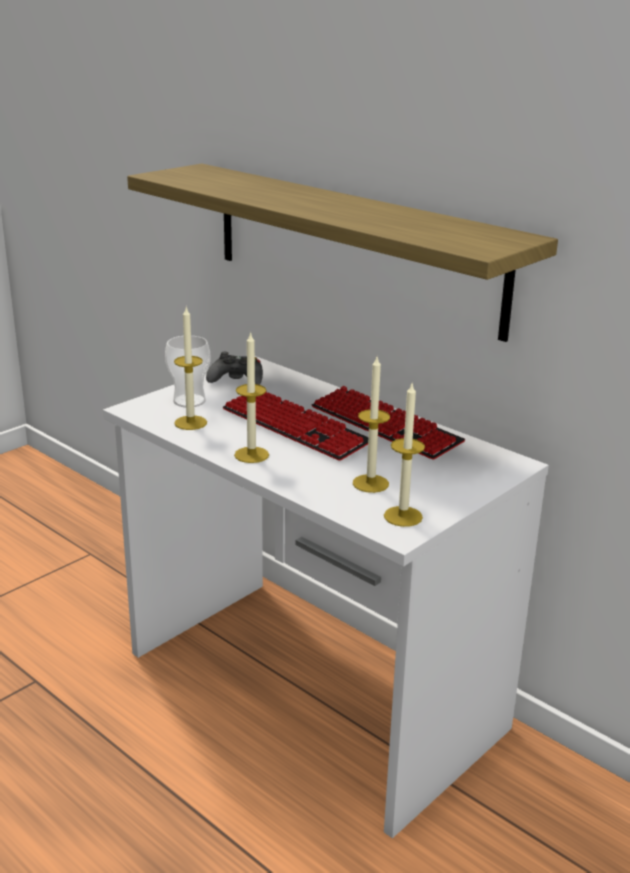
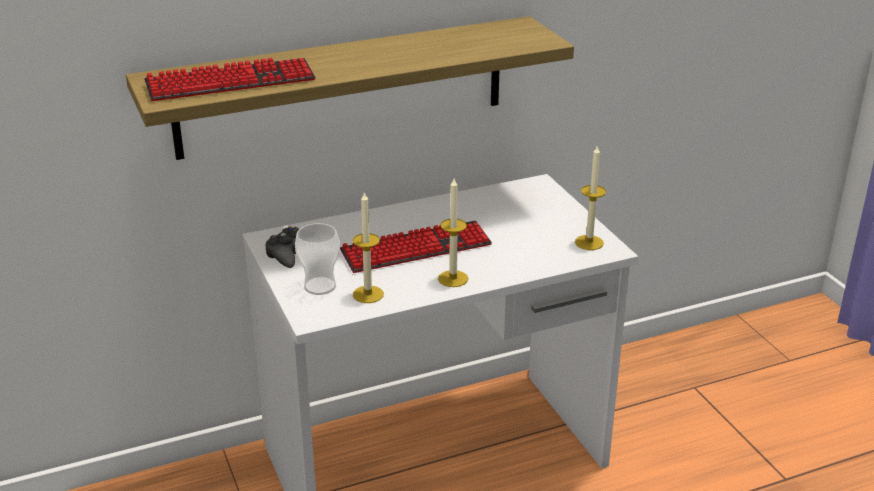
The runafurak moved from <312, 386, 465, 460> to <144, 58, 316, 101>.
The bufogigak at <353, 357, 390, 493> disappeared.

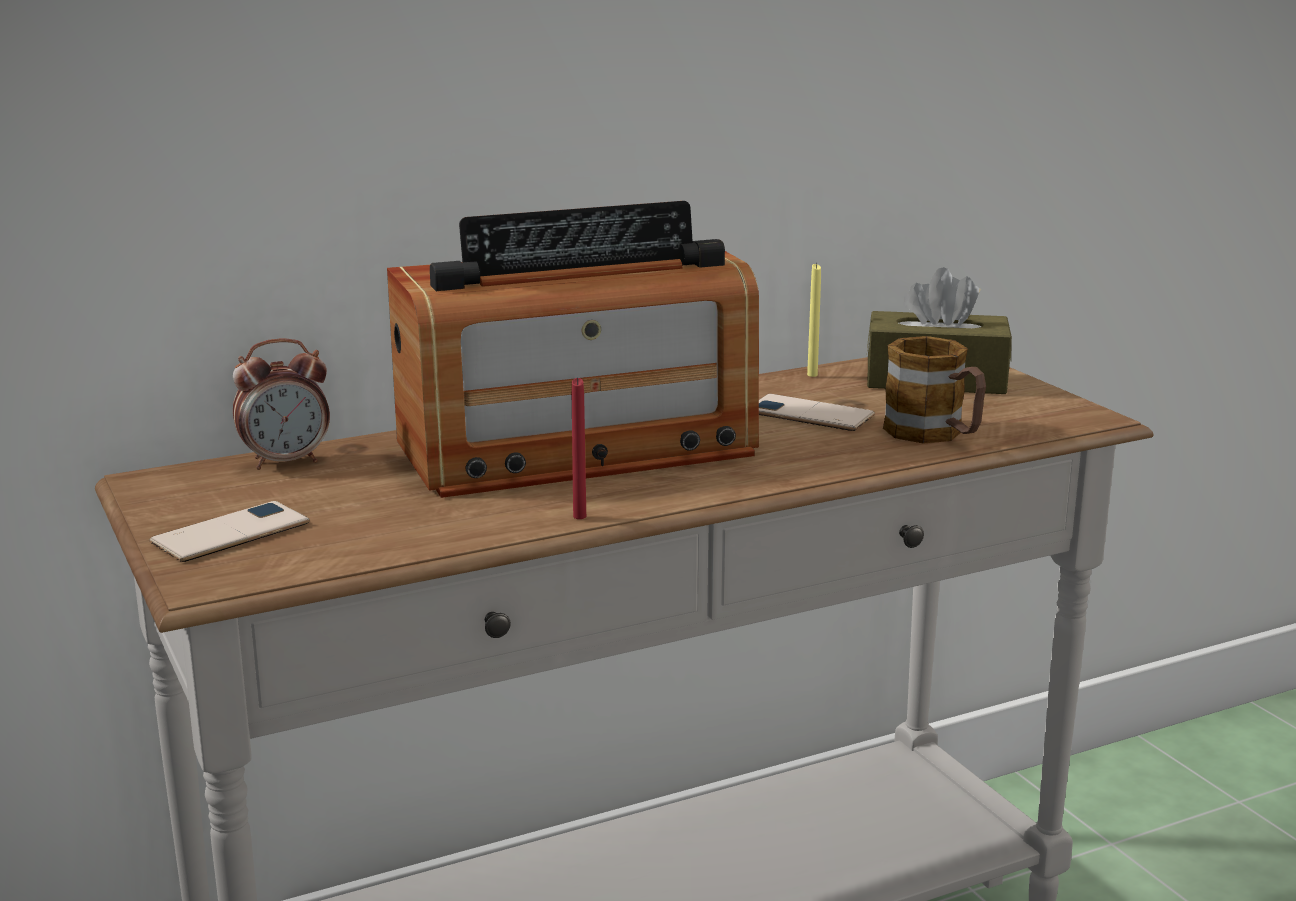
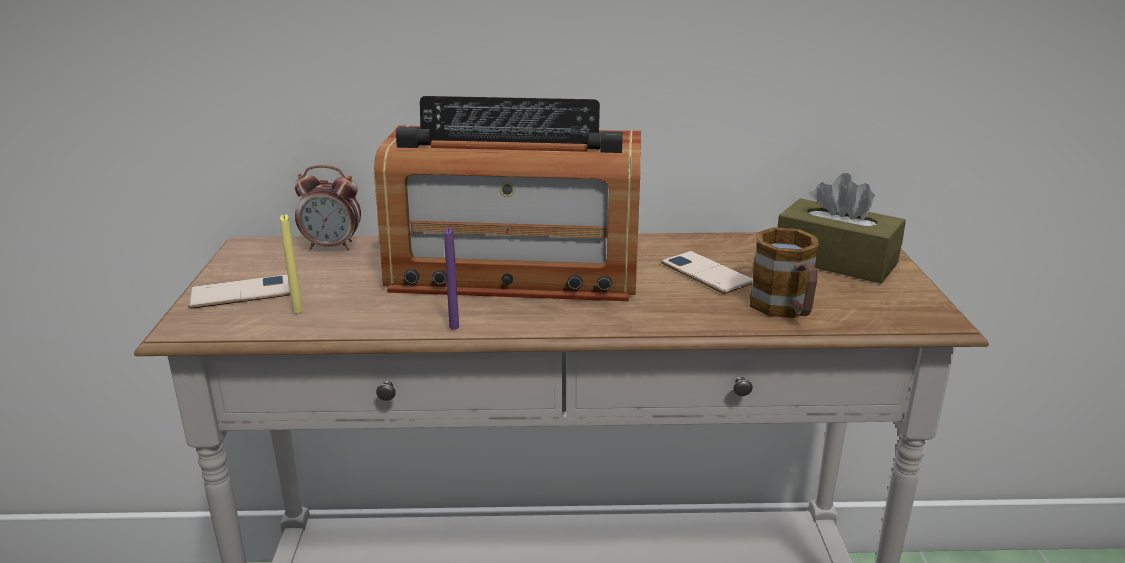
The red_bufogigak at <572, 377, 586, 519> became the purple_bufogigak at <444, 227, 459, 330>.
The yellow_bufogigak moved from <807, 263, 821, 377> to <280, 214, 303, 314>.

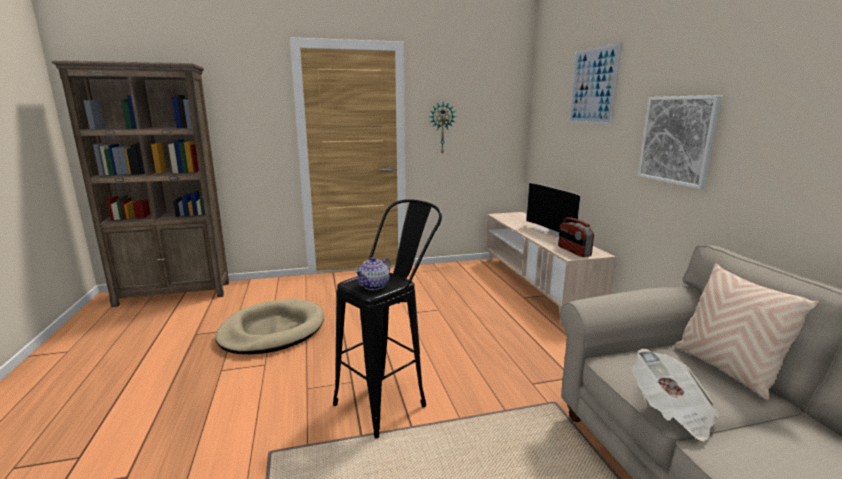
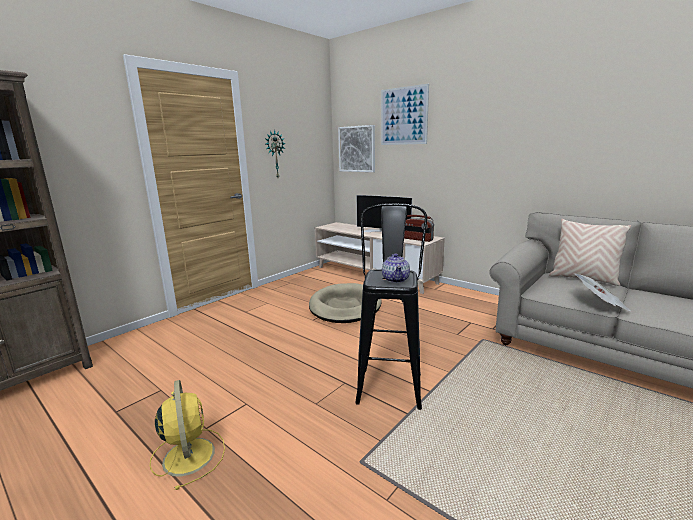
The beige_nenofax moved from <215, 299, 324, 354> to <309, 283, 381, 323>.
The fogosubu moved from <637, 95, 723, 189> to <338, 125, 375, 172>.
The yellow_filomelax at <150, 380, 225, 490> appeared.

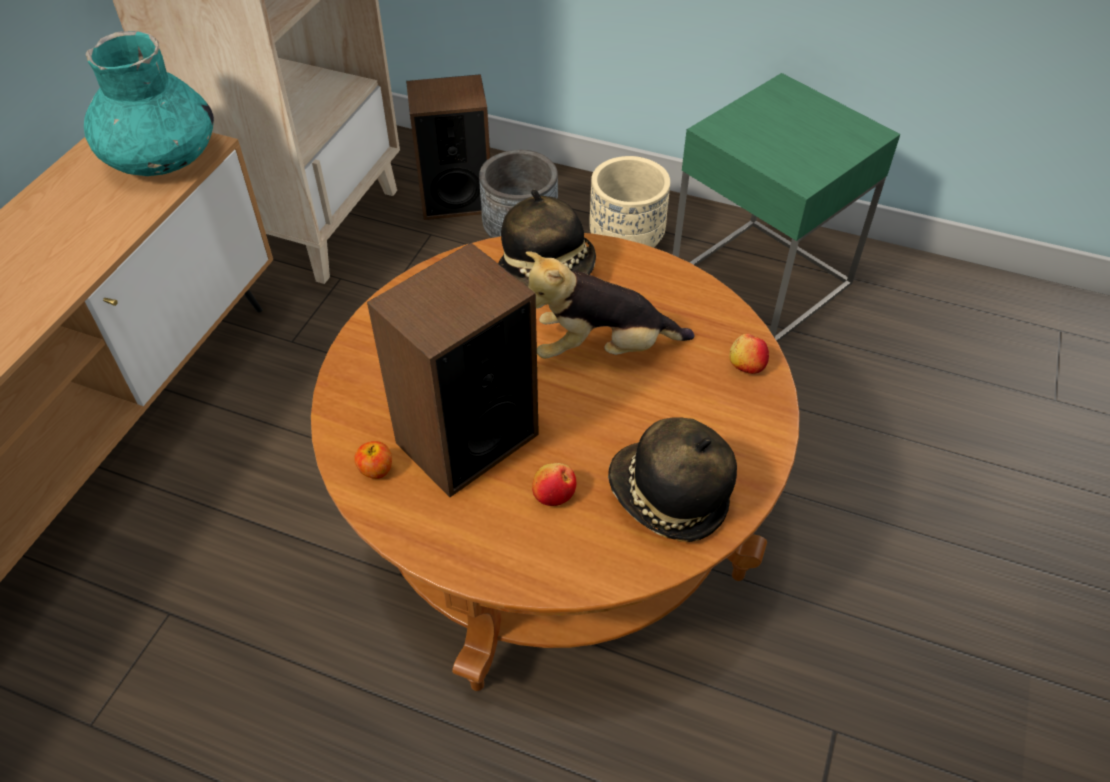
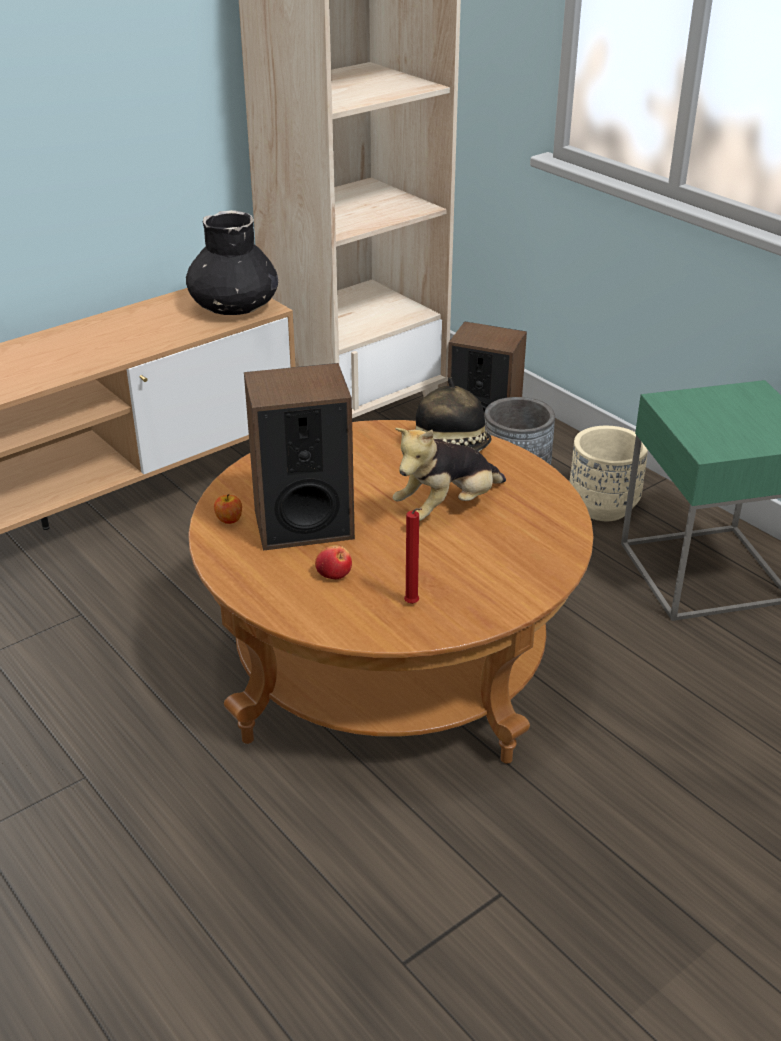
The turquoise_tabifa at <84, 31, 214, 176> became the black_tabifa at <186, 210, 278, 315>.
The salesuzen at <526, 251, 694, 359> turned 60 degrees counterclockwise.
The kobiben at <608, 417, 737, 542> was replaced by the red_bufogigak at <404, 508, 422, 604>.
The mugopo at <729, 334, 769, 374> disappeared.

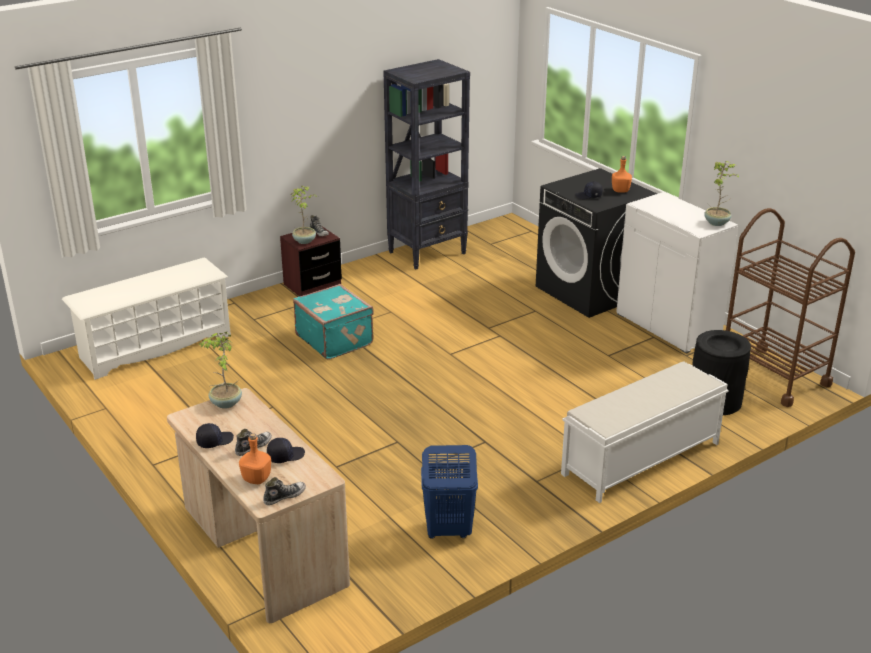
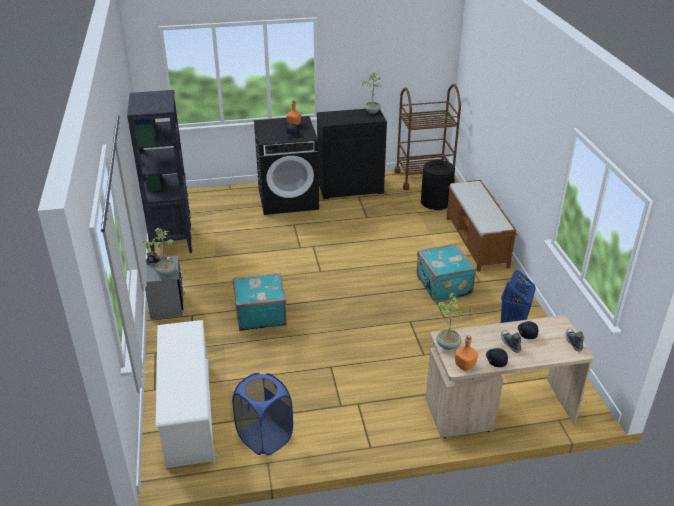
The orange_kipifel moved from <239, 433, 271, 484> to <455, 335, 478, 370>.
The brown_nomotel at <280, 227, 342, 297> became the grey_nomotel at <145, 256, 185, 319>.
The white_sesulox at <561, 362, 729, 503> became the brown_sesulox at <446, 180, 517, 272>.
The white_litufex at <616, 192, 738, 354> became the black_litufex at <317, 109, 387, 199>.
The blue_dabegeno at <232, 373, 293, 455> appeared.
The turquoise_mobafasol at <416, 244, 476, 302> appeared.

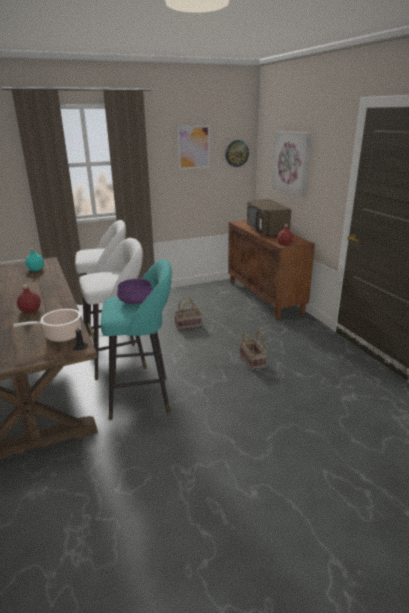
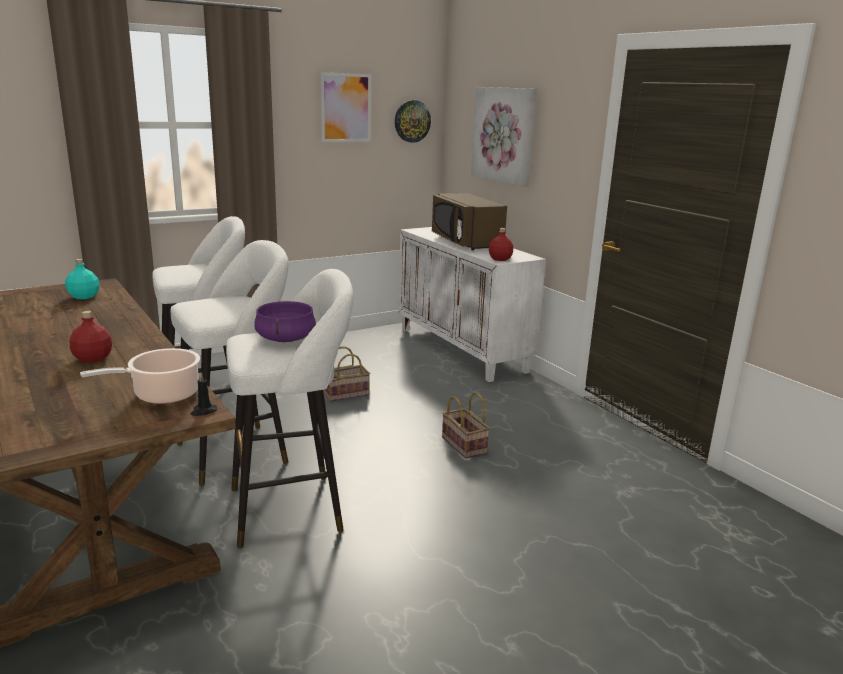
The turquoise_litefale at <100, 259, 172, 420> became the white_litefale at <226, 269, 353, 548>.
The brown_litufex at <228, 220, 315, 320> became the white_litufex at <399, 227, 546, 382>.

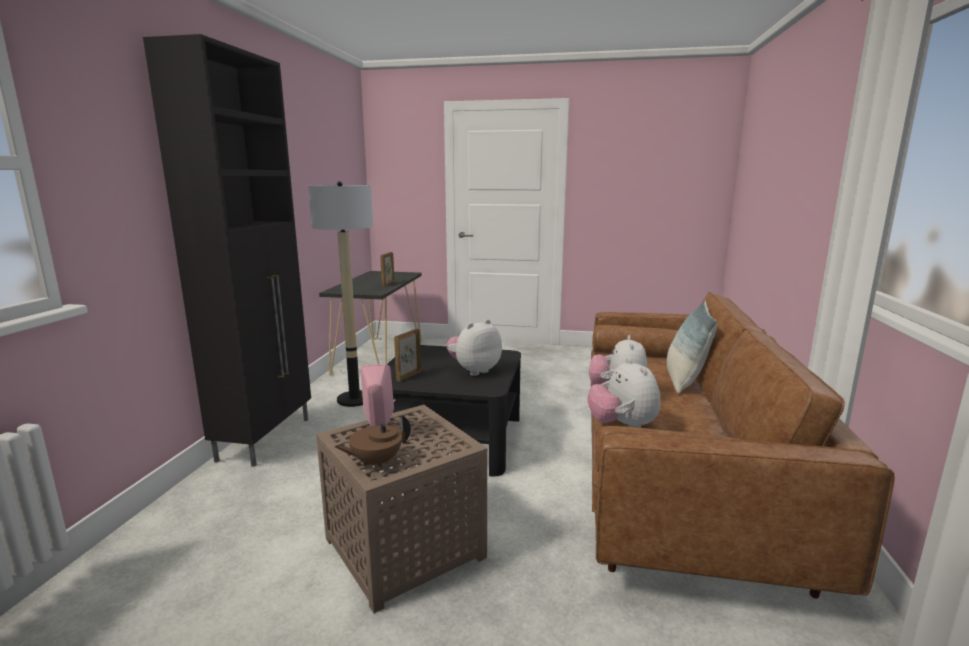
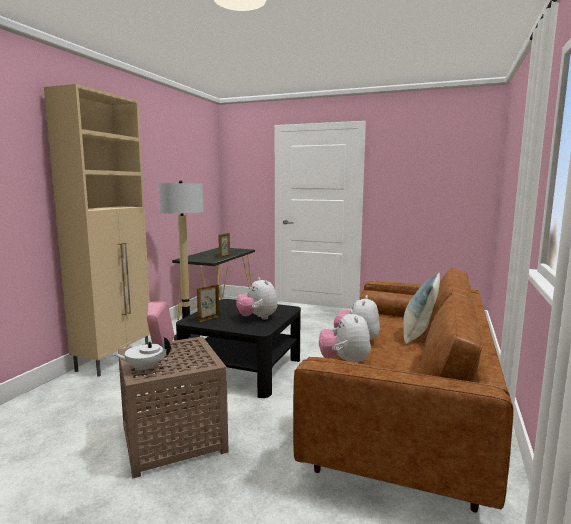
The black_litufex at <143, 34, 311, 467> became the beige_litufex at <44, 84, 150, 377>.
The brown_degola at <334, 415, 411, 468> became the white_degola at <113, 337, 171, 373>.
The salesuzen at <446, 319, 502, 376> turned 90 degrees counterclockwise.

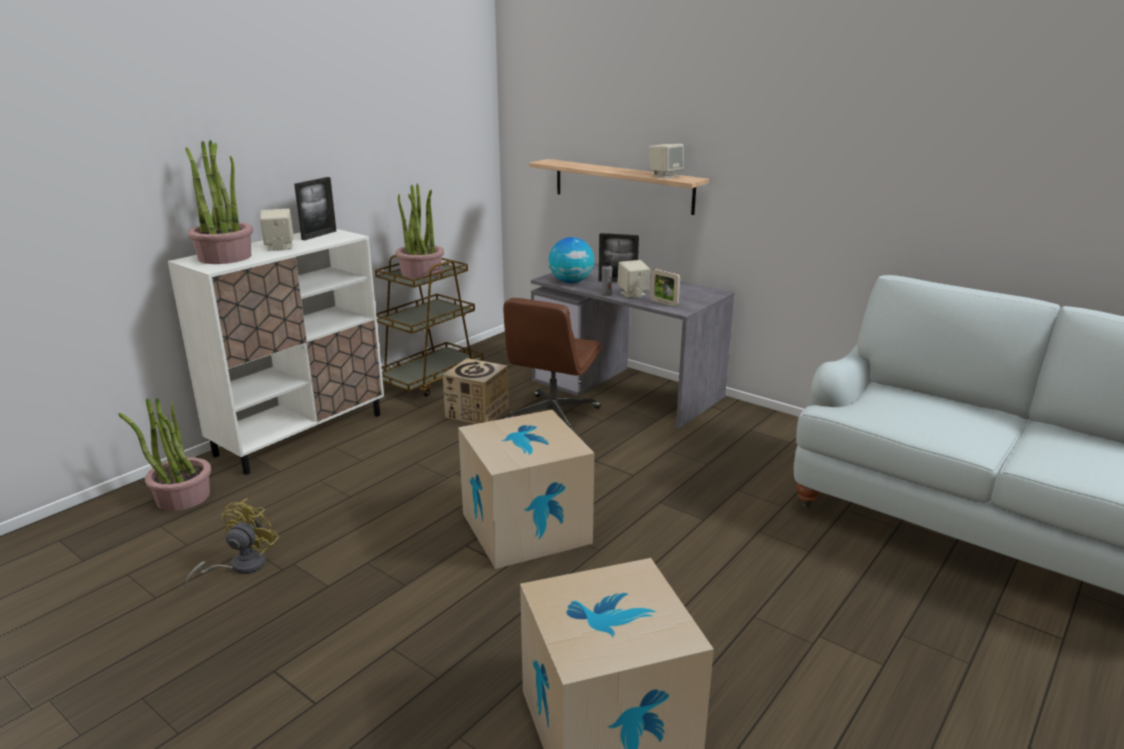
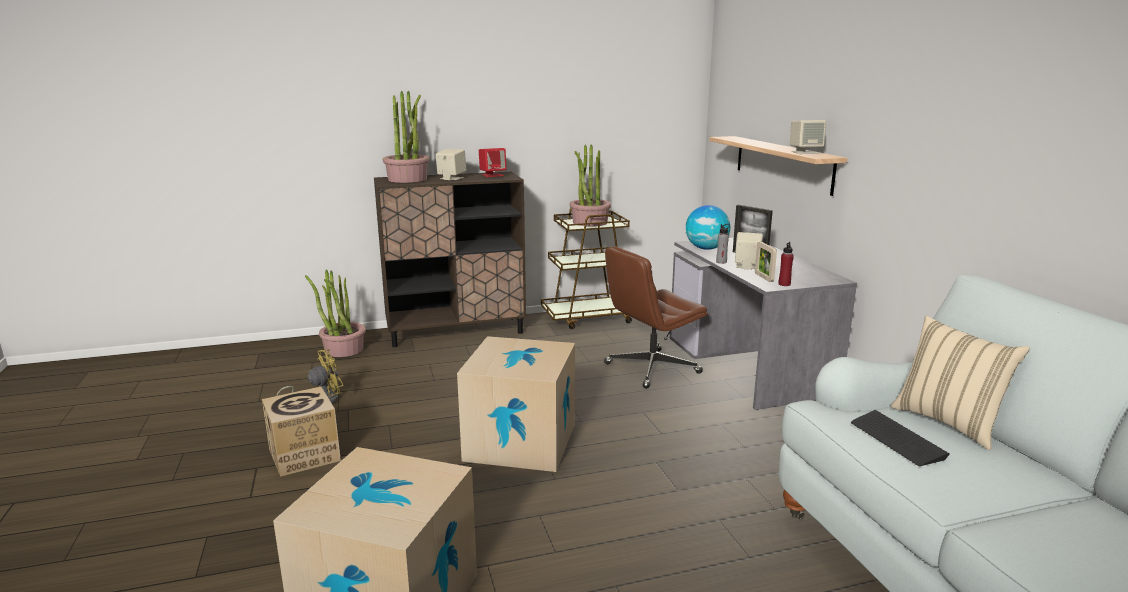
The white_litufex at <168, 229, 384, 475> became the brown_litufex at <374, 172, 526, 347>.
The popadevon at <294, 177, 336, 240> was replaced by the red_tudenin at <479, 148, 507, 177>.
The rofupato moved from <443, 358, 509, 424> to <262, 387, 341, 477>.
The red_kipifel at <779, 242, 794, 286> appeared.
The runafurak at <851, 410, 950, 466> appeared.
The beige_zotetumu at <891, 316, 1030, 450> appeared.

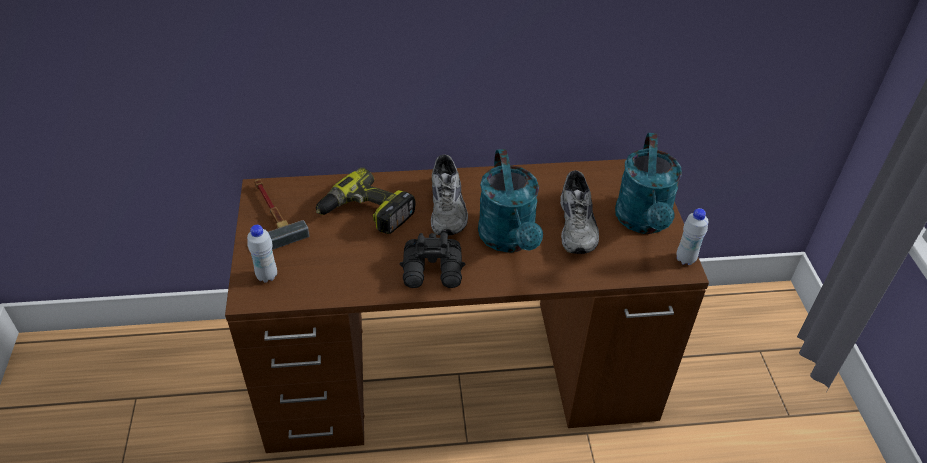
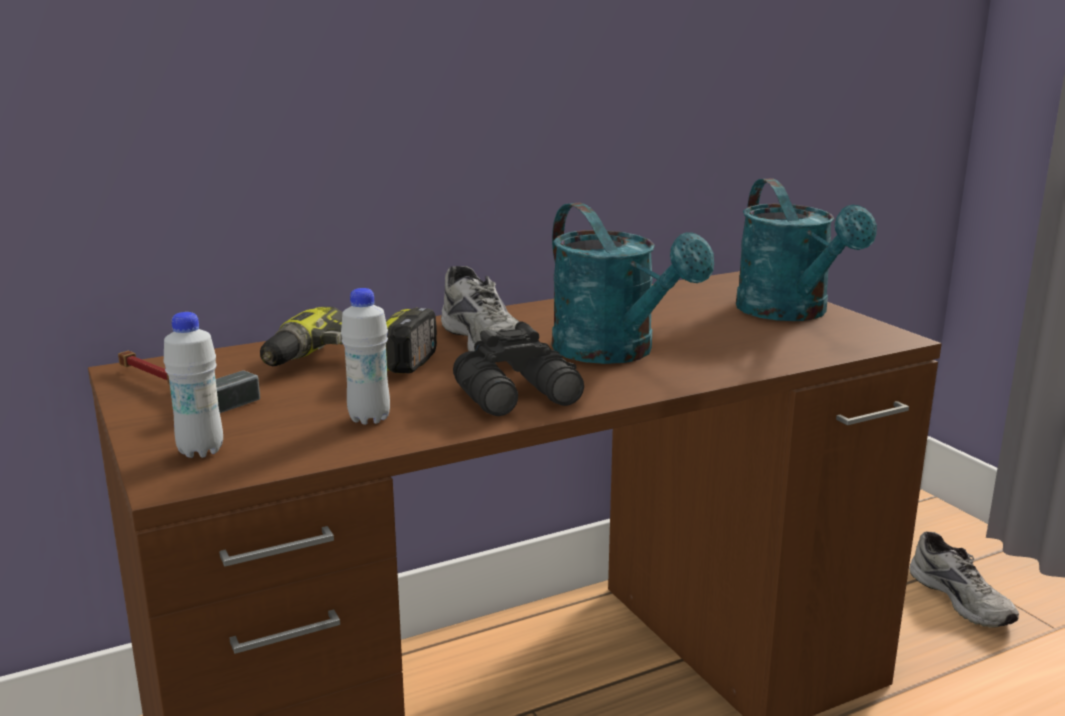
The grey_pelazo moved from <560, 170, 599, 254> to <909, 532, 1019, 628>.
The white_kipifel moved from <676, 208, 708, 265> to <341, 288, 390, 425>.

